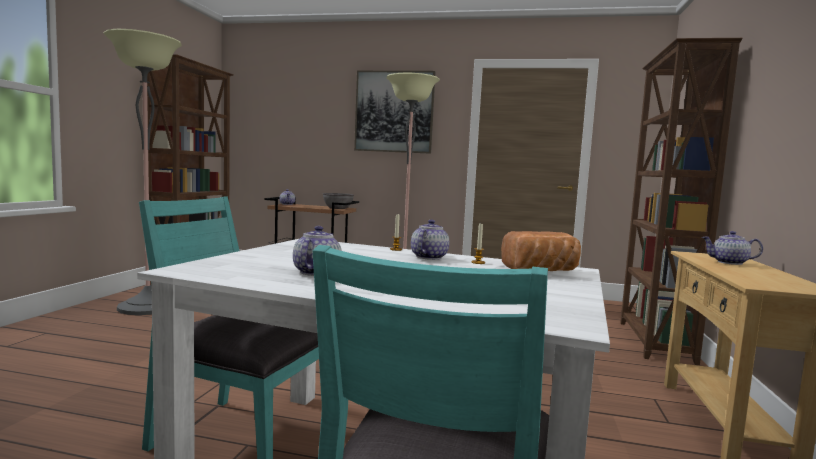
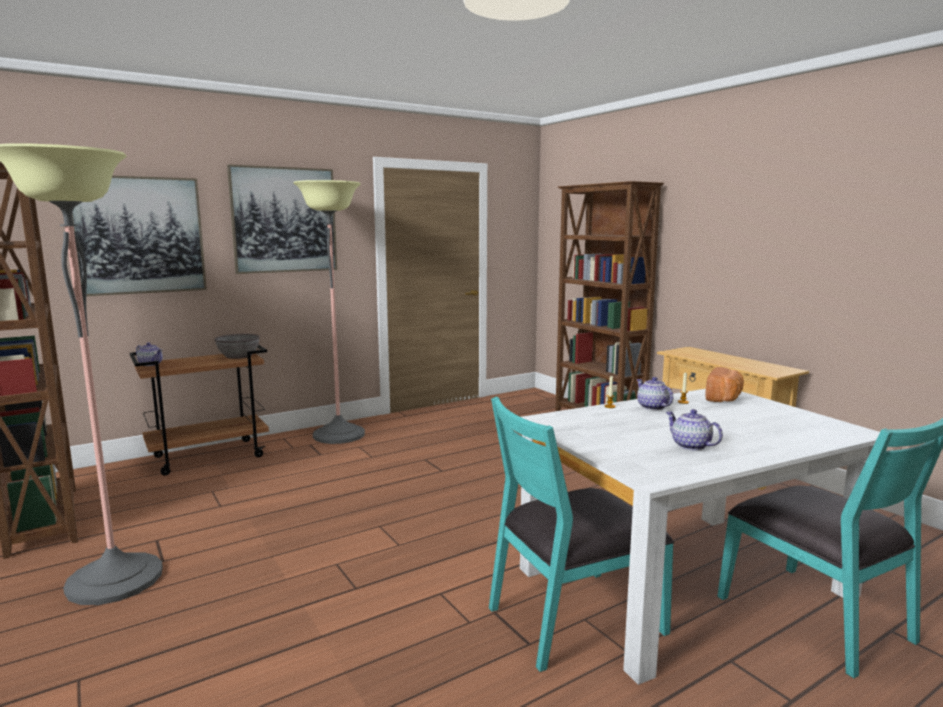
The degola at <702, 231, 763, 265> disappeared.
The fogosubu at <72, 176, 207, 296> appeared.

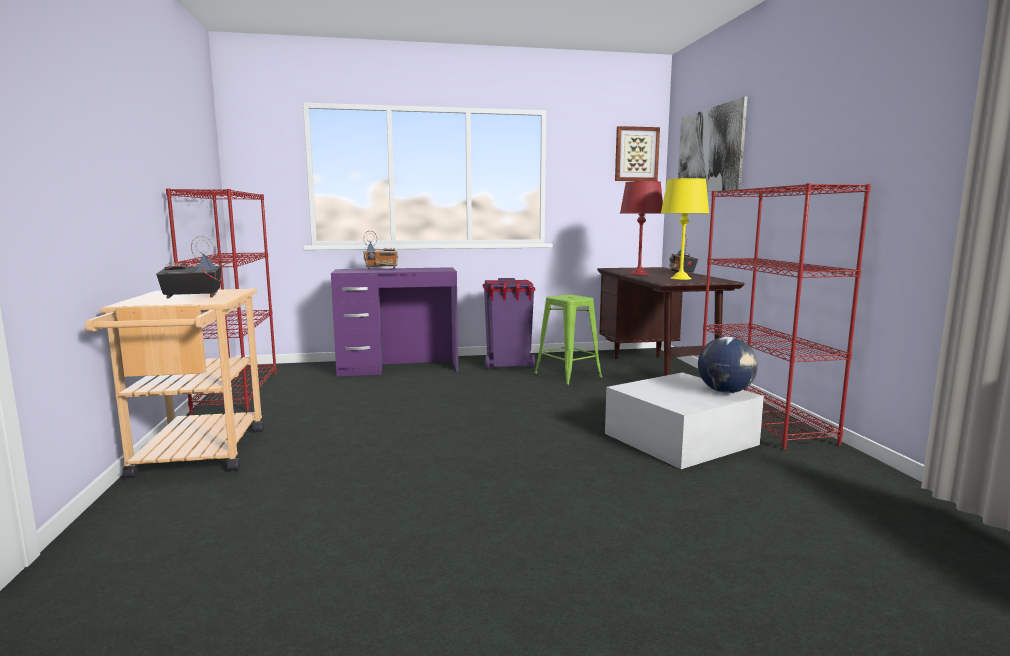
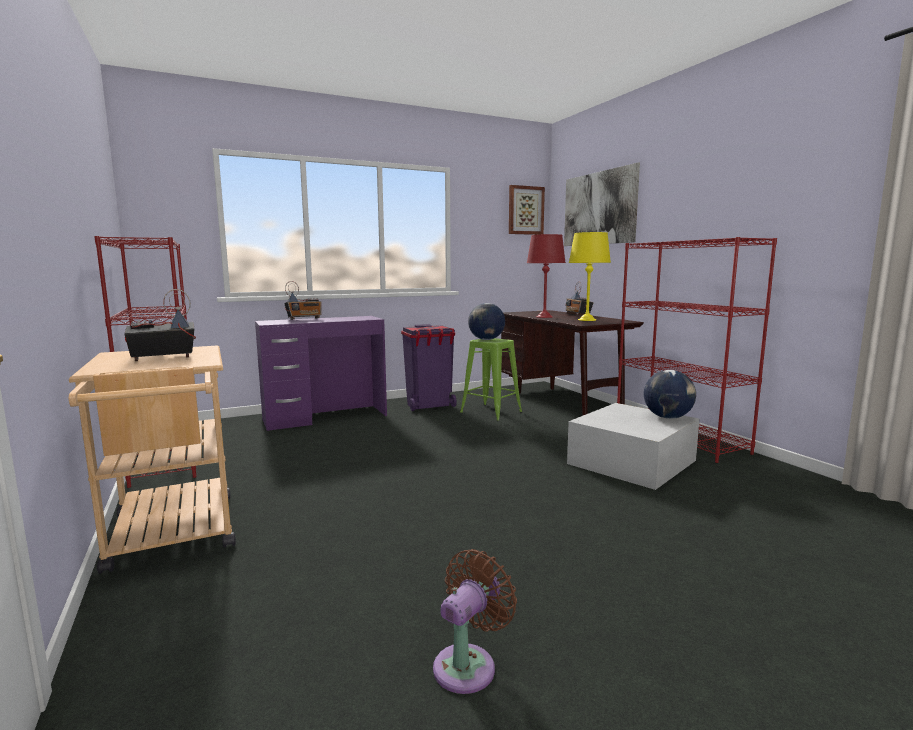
The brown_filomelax at <433, 549, 517, 694> appeared.
The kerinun at <468, 303, 505, 340> appeared.

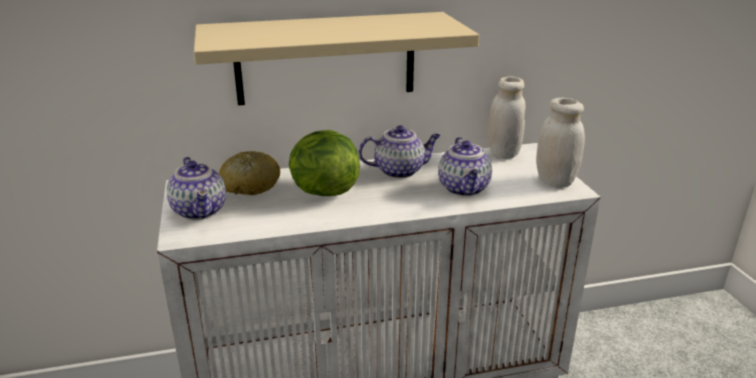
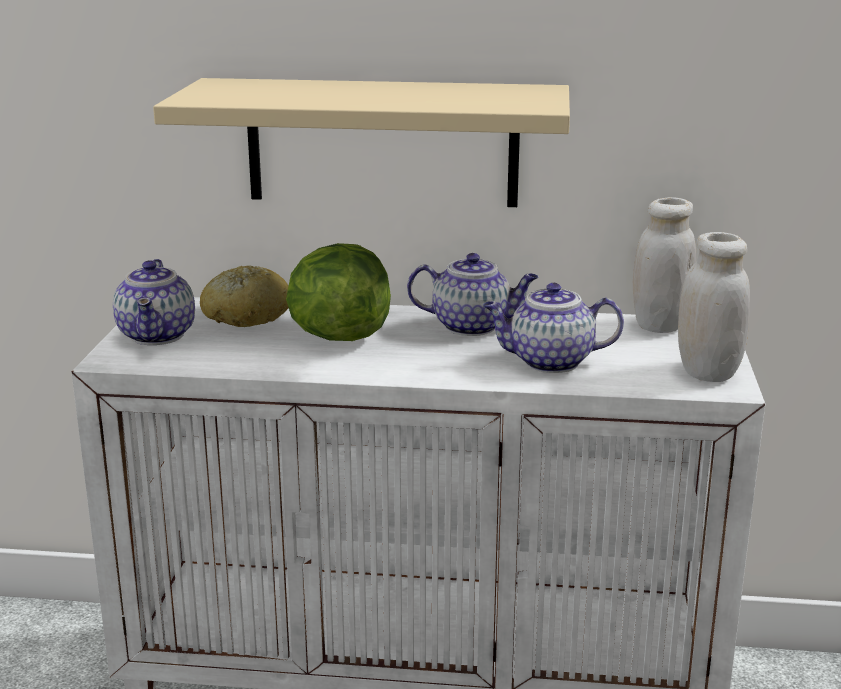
The degola at <438, 137, 492, 196> turned 75 degrees clockwise.

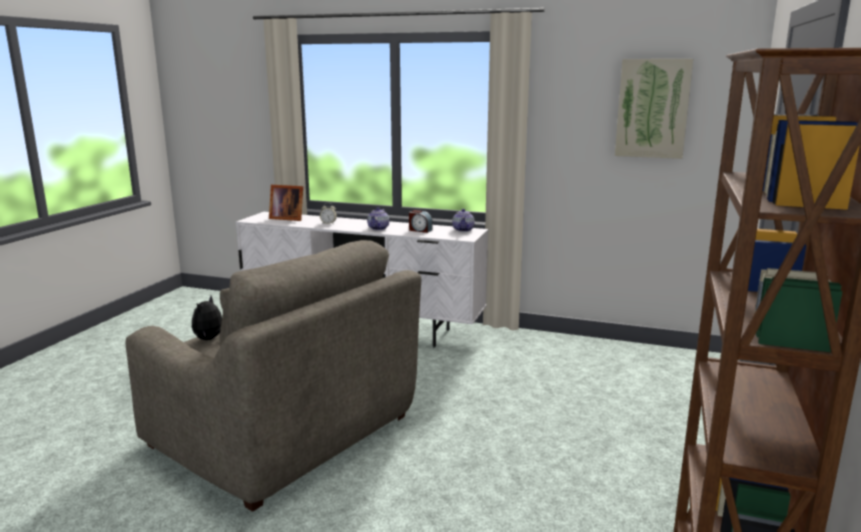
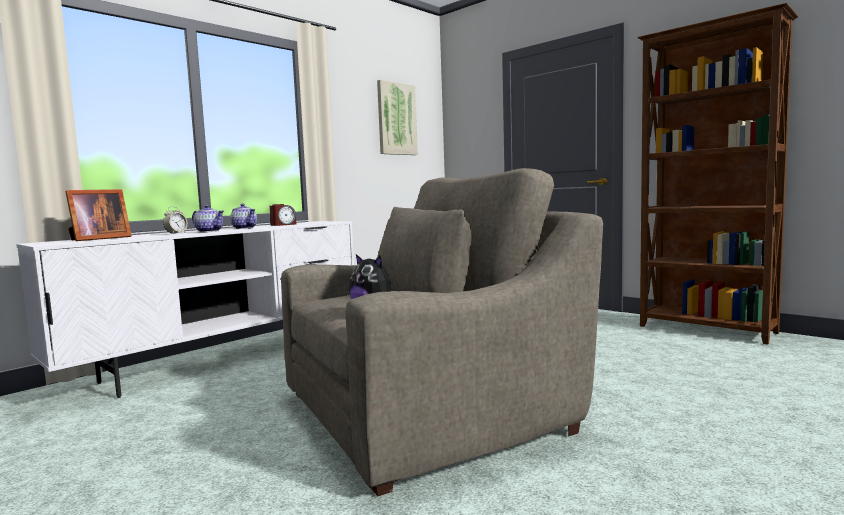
The degola moved from <452, 209, 475, 232> to <192, 205, 224, 232>.

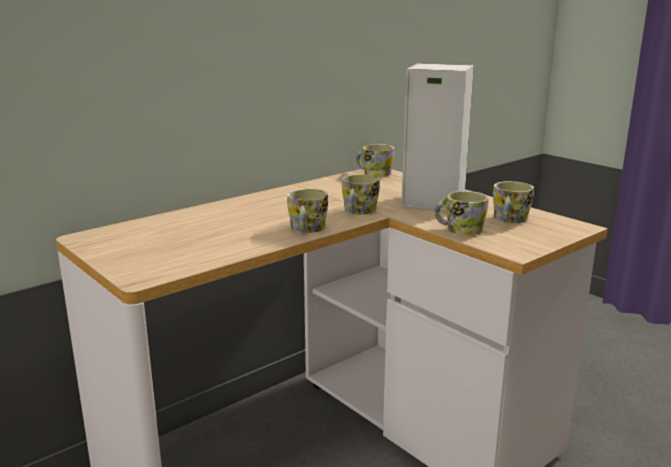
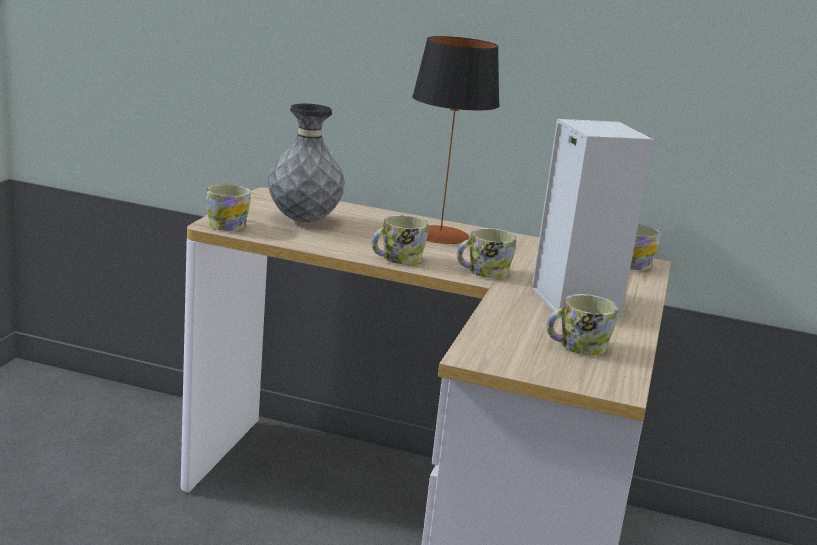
The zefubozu moved from <434, 191, 488, 235> to <206, 184, 251, 231>.
The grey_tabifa at <268, 104, 345, 223> appeared.
The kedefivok at <412, 36, 500, 244> appeared.

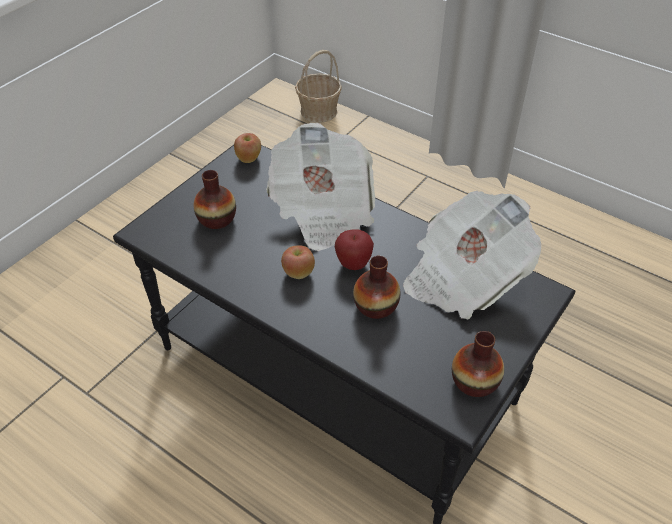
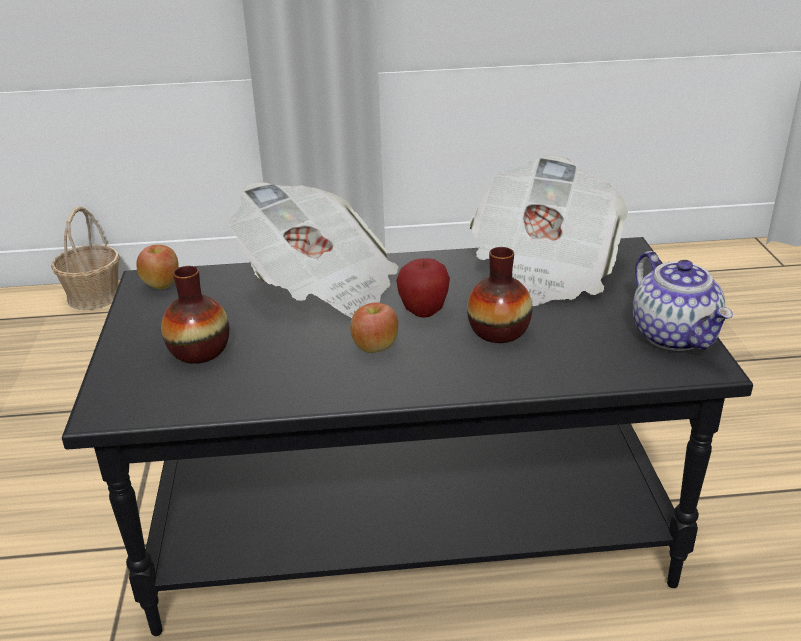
The tabifa at <452, 331, 504, 397> was replaced by the degola at <633, 251, 733, 351>.

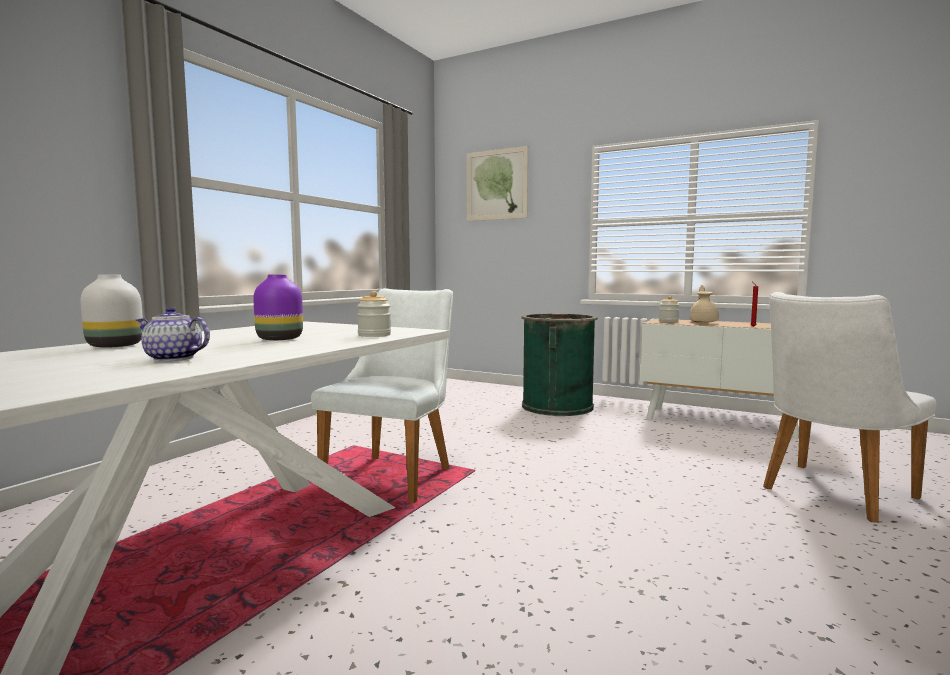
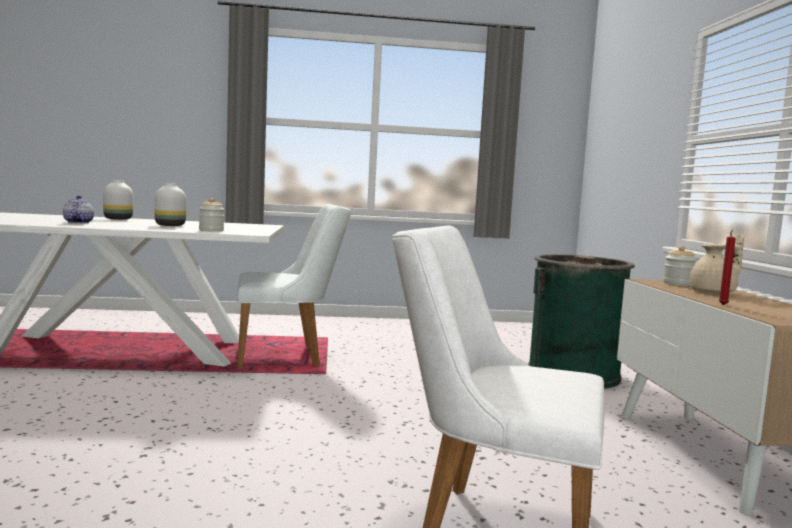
The purple_tabifa at <253, 274, 303, 340> became the white_tabifa at <155, 183, 186, 226>.
The fogosubu at <467, 146, 528, 221> disappeared.

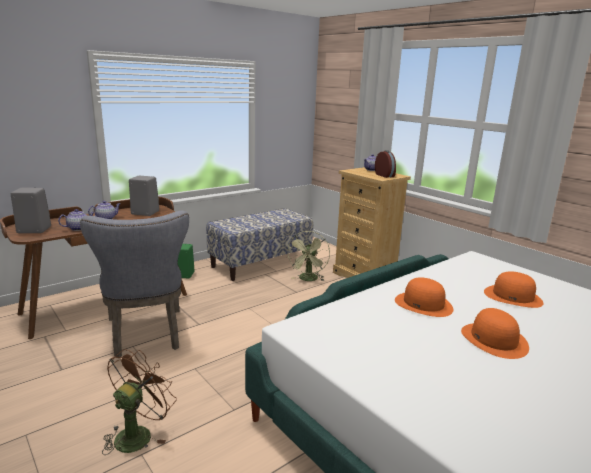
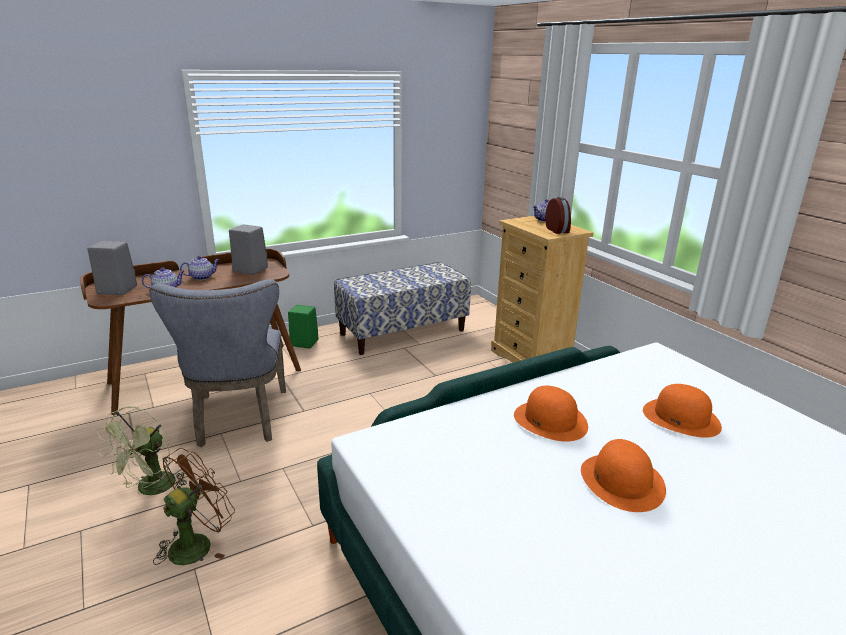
The green_filomelax moved from <287, 231, 330, 281> to <97, 406, 187, 495>.

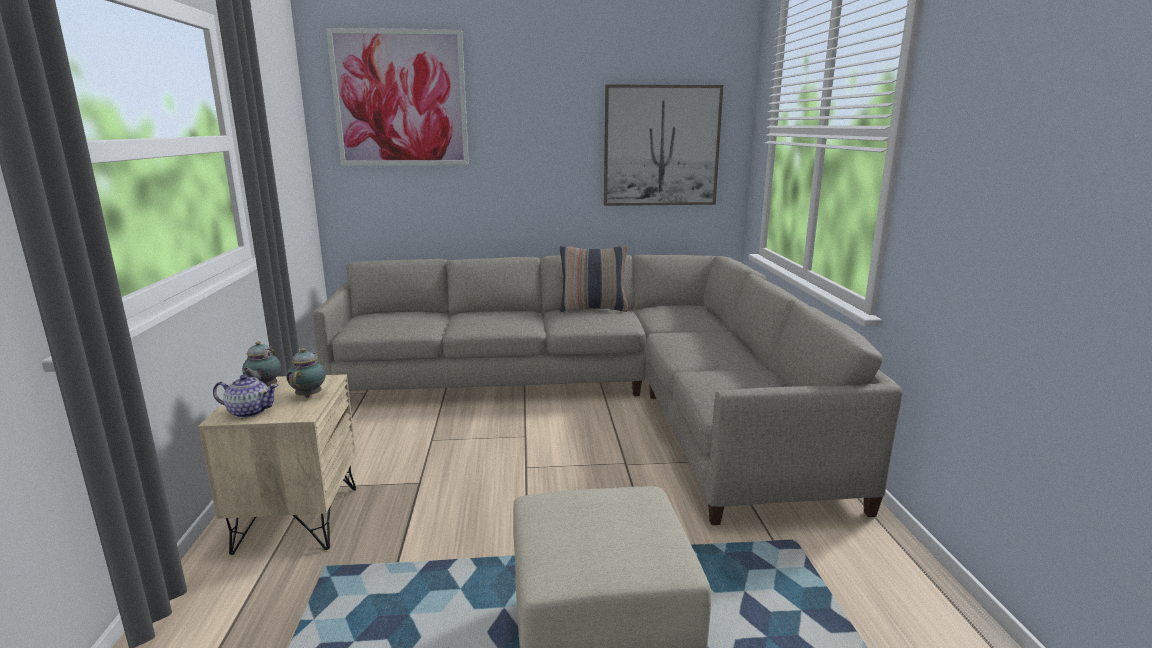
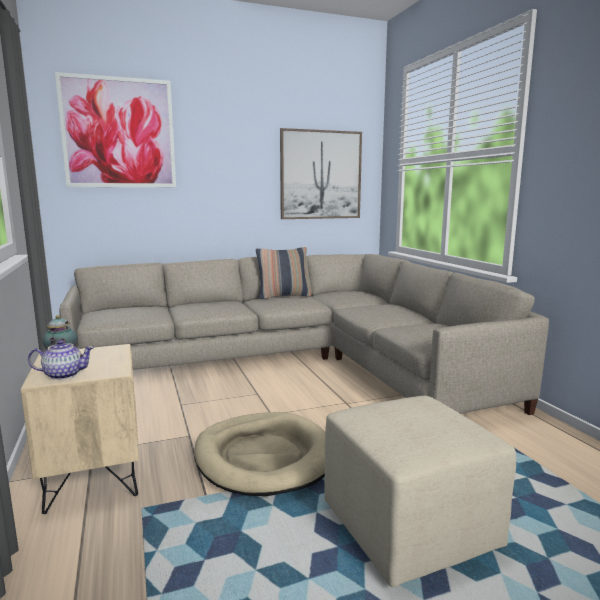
The degola at <286, 348, 326, 398> disappeared.
The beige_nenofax at <194, 412, 325, 496> appeared.

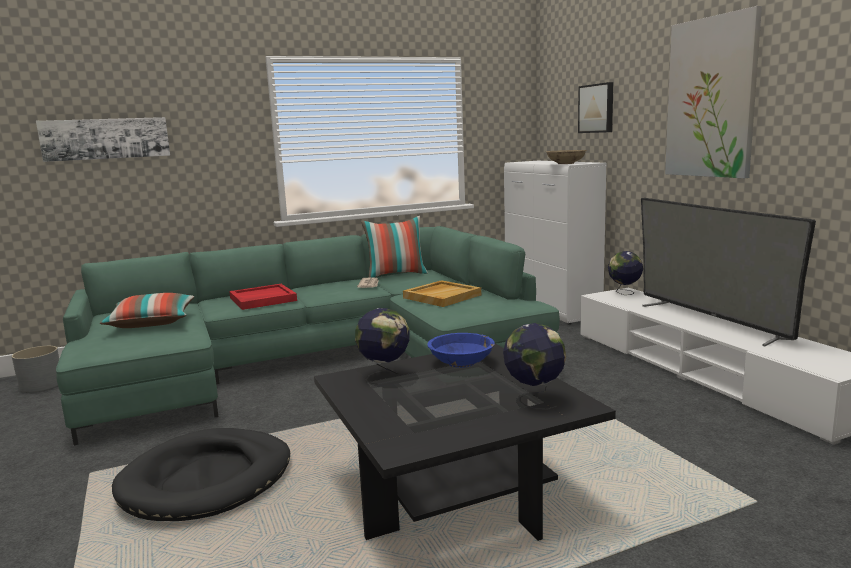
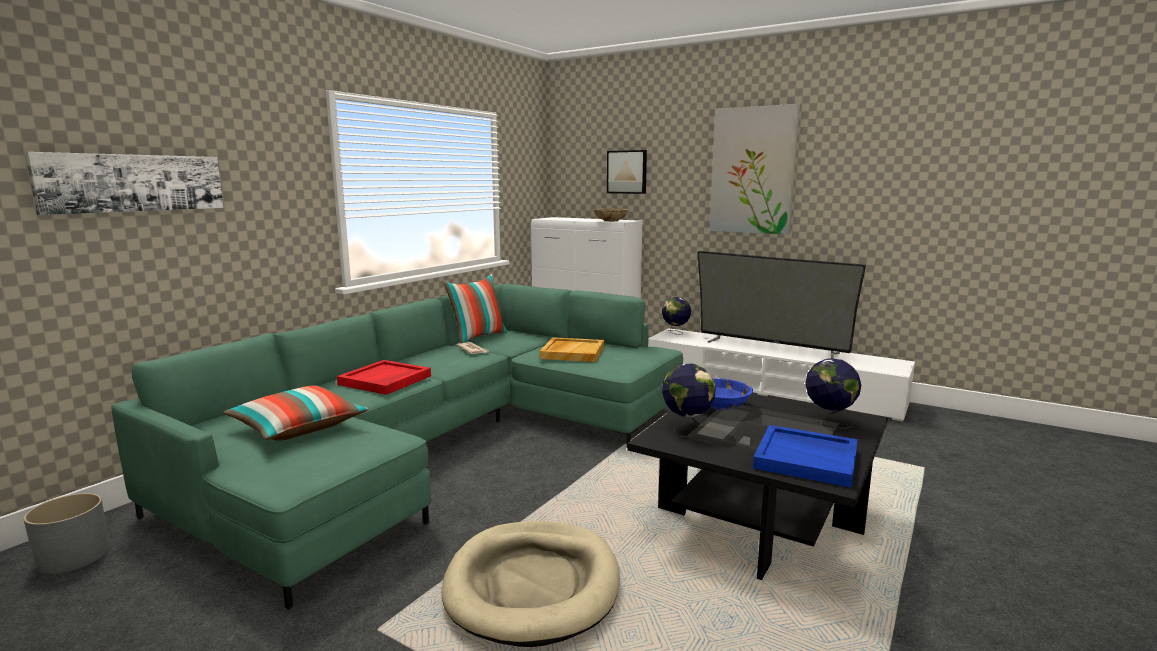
The black_nenofax at <112, 428, 290, 521> became the beige_nenofax at <441, 521, 620, 647>.
The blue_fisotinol at <753, 425, 858, 488> appeared.

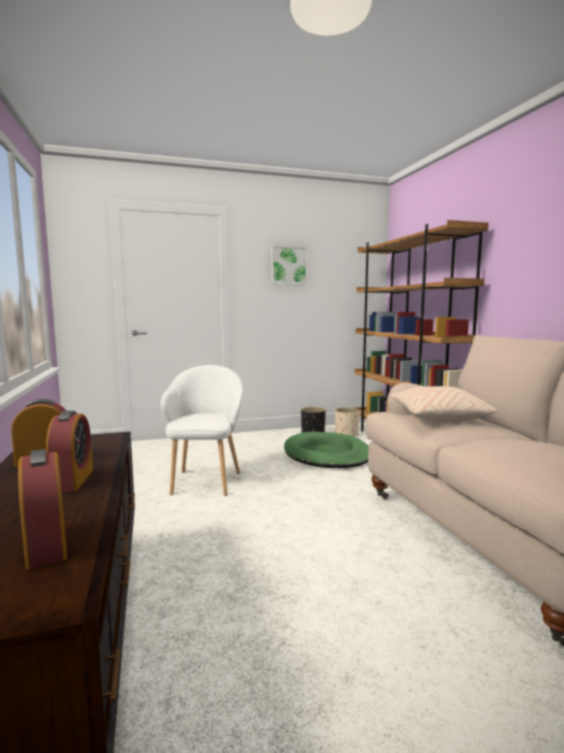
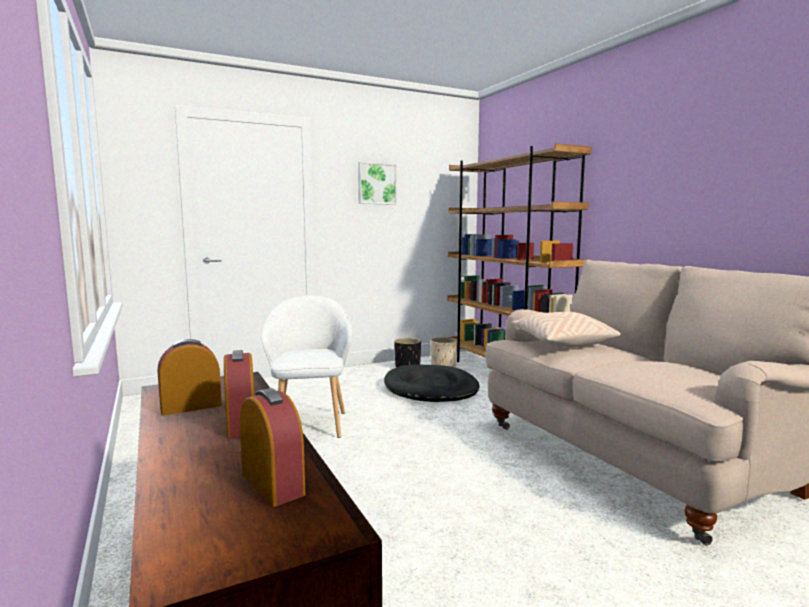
The green_nenofax at <284, 431, 369, 468> became the black_nenofax at <384, 364, 480, 402>.

